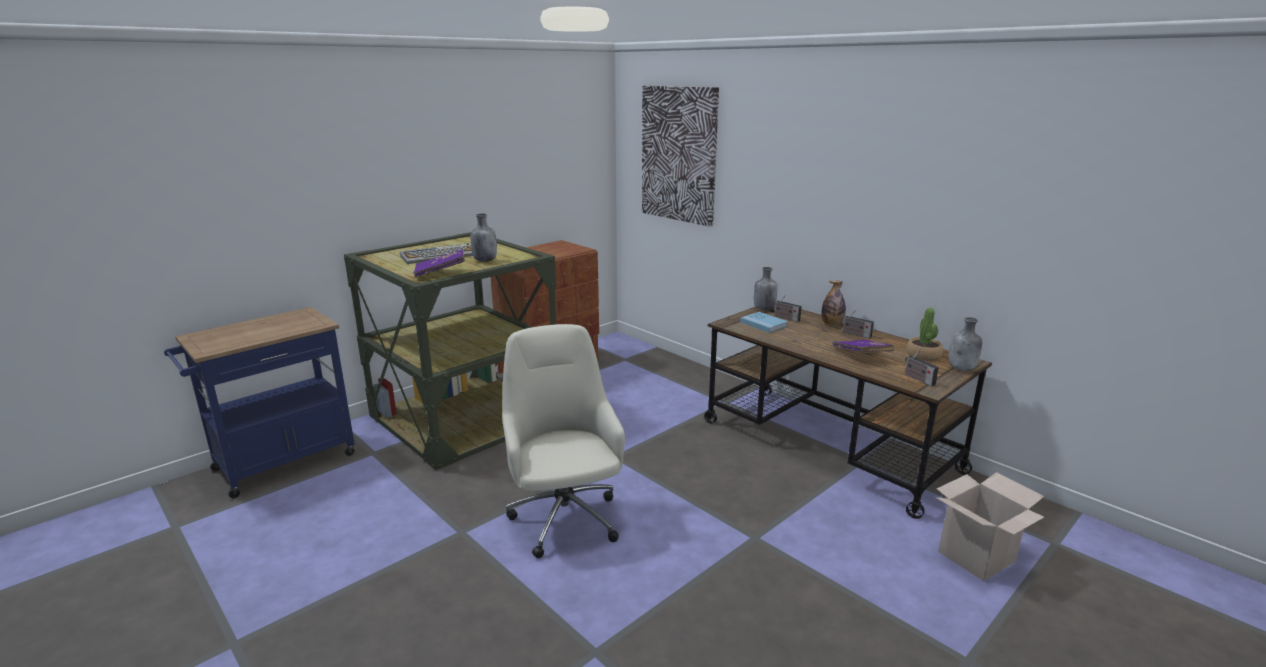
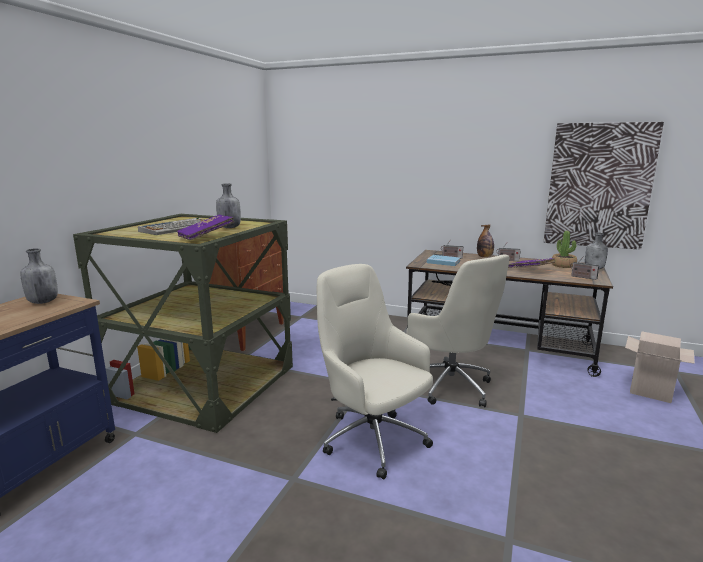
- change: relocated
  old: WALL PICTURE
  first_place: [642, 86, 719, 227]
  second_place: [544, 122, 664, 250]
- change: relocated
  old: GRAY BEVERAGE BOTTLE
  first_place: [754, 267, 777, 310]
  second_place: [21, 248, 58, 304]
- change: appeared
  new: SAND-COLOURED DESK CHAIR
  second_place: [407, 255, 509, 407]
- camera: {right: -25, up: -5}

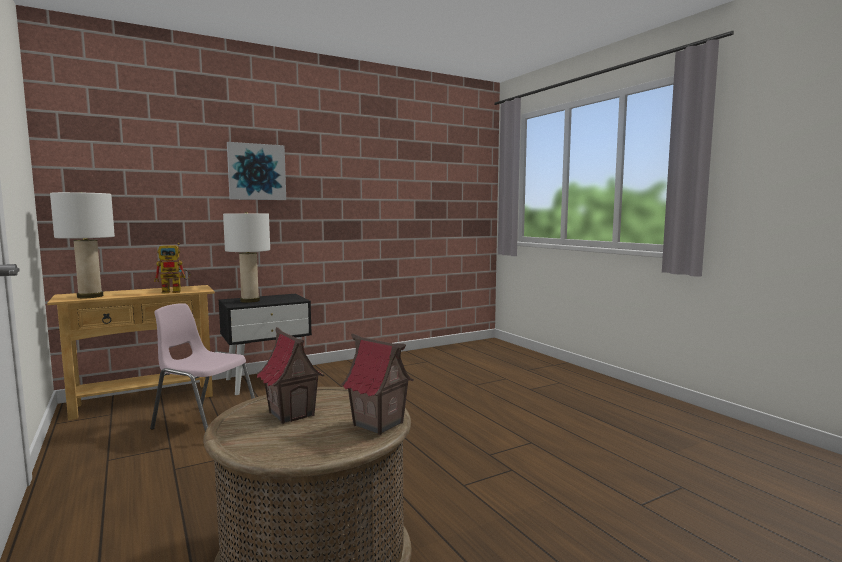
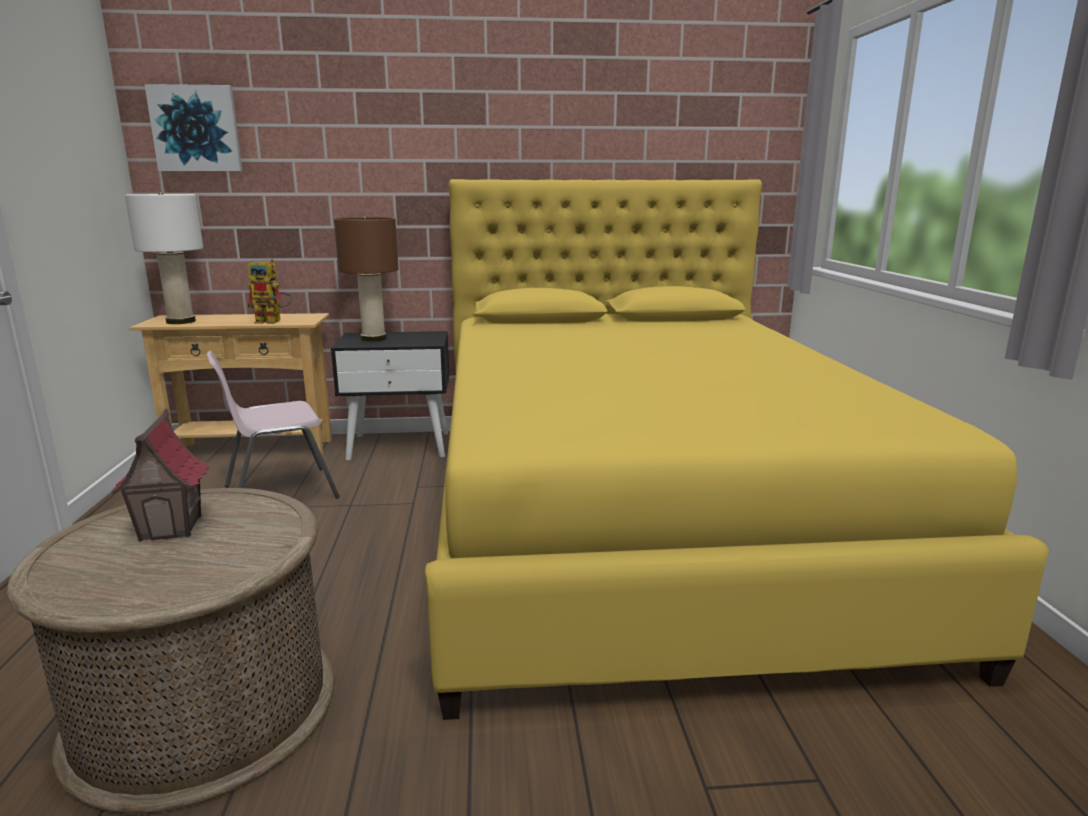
- change: spun
  old: PINK-COLOURED PLAIN CHAIR
  first_place: [150, 304, 255, 431]
  second_place: [207, 351, 340, 498]
  degrees: -75
- change: colour
  old: WHITE TABLETOP LAMP
  new: BROWNISH TABLETOP LAMP
  first_place: [223, 212, 270, 303]
  second_place: [334, 216, 399, 342]
- change: relocated
  old: WALL PICTURE
  first_place: [227, 142, 286, 200]
  second_place: [145, 84, 242, 171]
- change: missing
  old: MINIATURE HOUSE
  first_place: [341, 334, 414, 435]
- change: appeared
  new: YELLOWISH BED
  second_place: [425, 179, 1049, 720]
- camera: {right: 25, up: 10}

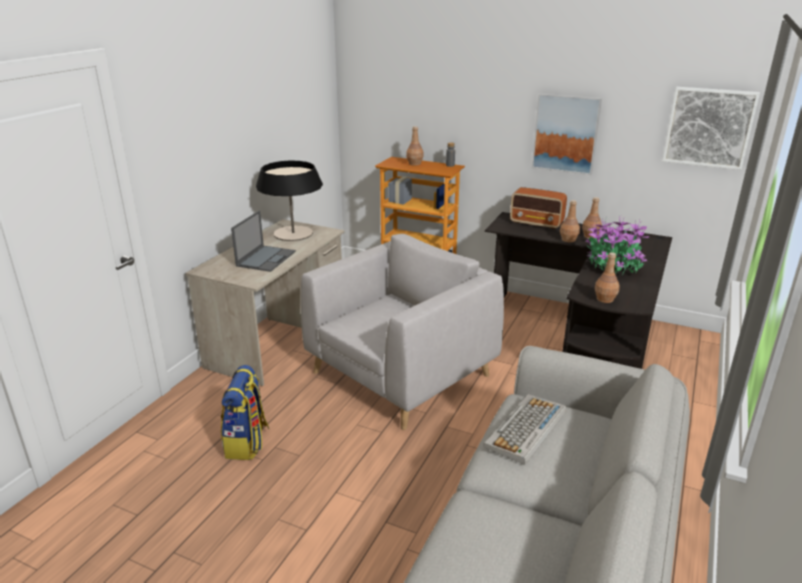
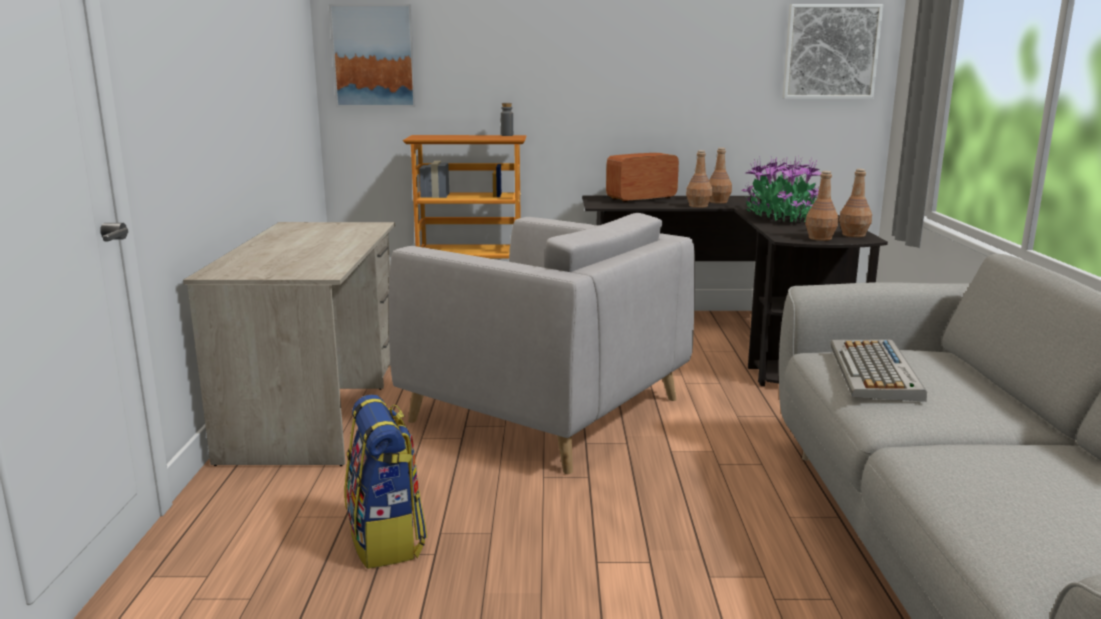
- change: missing
  old: PORTABLE COMPUTER
  first_place: [231, 211, 296, 272]
- change: missing
  old: TABLETOP LAMP
  first_place: [256, 160, 323, 241]
- change: spun
  old: GRAY ARMCHAIR
  first_place: [300, 234, 504, 430]
  second_place: [388, 213, 695, 474]
  degrees: 105
- change: relocated
  old: BROWNISH BEVERAGE BOTTLE
  first_place: [406, 126, 424, 166]
  second_place: [839, 169, 872, 237]
- change: spun
  old: RADIO
  first_place: [510, 187, 567, 229]
  second_place: [606, 153, 679, 203]
  degrees: 150
- change: relocated
  old: WALL PICTURE
  first_place: [532, 94, 602, 175]
  second_place: [329, 4, 416, 107]
- camera: {right: -25, up: -10}

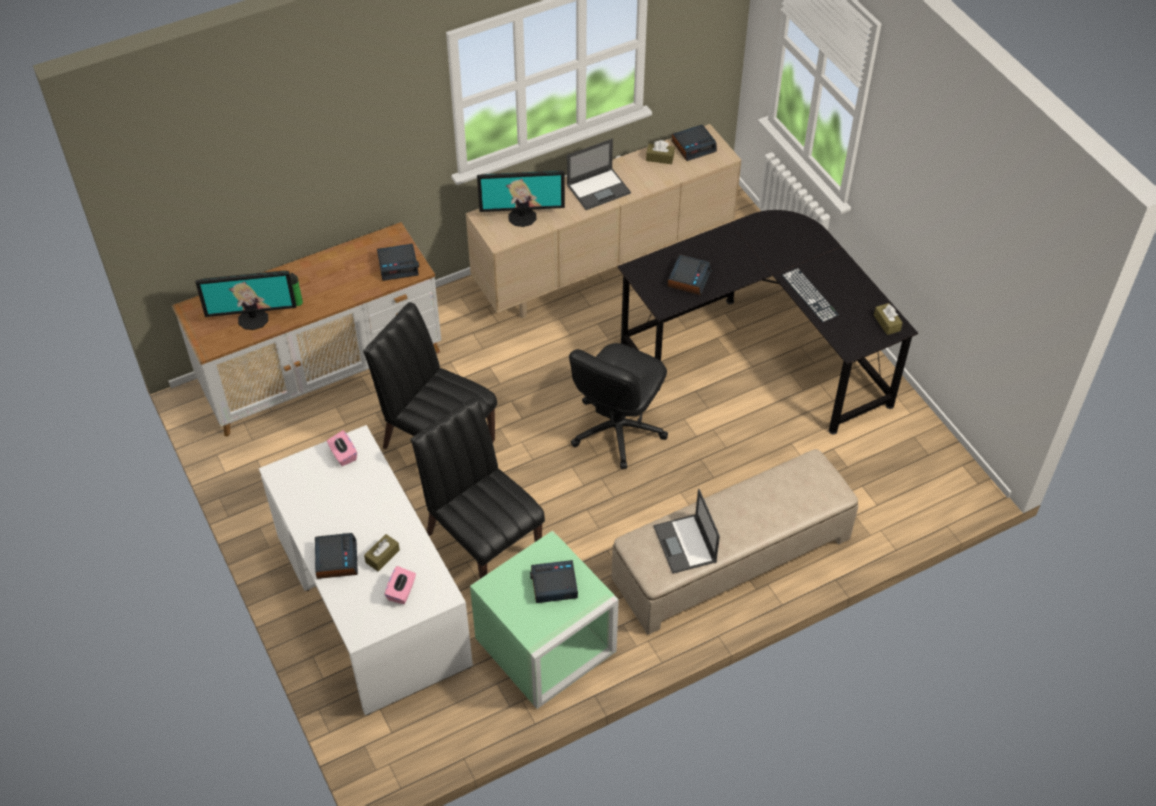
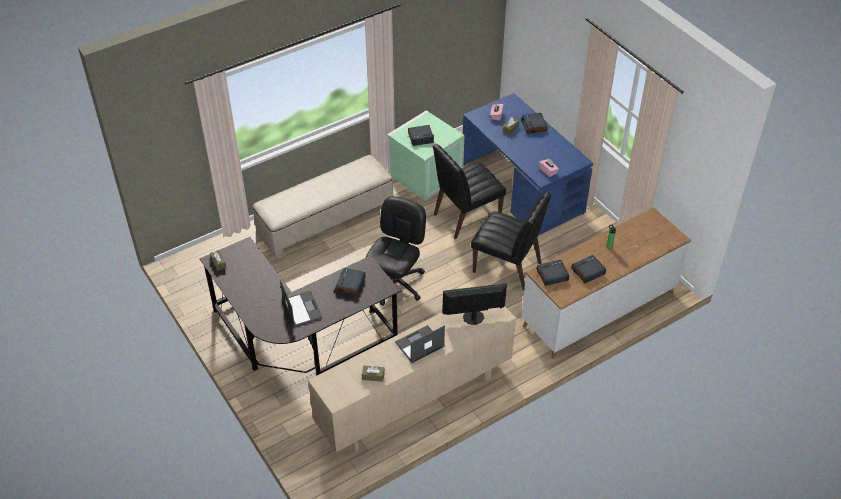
- change: missing
  old: MONITOR
  first_place: [195, 271, 296, 330]
- change: colour
  old: WHITE DESK UNIT
  new: BLUE-COLOURED DESK UNIT
  first_place: [259, 425, 473, 715]
  second_place: [463, 93, 593, 236]
- change: spun
  old: BLACK PLAIN CHAIR
  first_place: [410, 398, 545, 579]
  second_place: [433, 144, 506, 239]
  degrees: 105
- change: relocated
  old: PORTABLE COMPUTER
  first_place: [654, 489, 720, 574]
  second_place: [280, 280, 323, 327]
- change: relocated
  old: ALARM CLOCK
  first_place: [672, 124, 717, 161]
  second_place: [571, 255, 606, 283]
- change: missing
  old: PC KEYBOARD
  first_place: [782, 268, 839, 322]
- camera: {right: 175, up: -5}

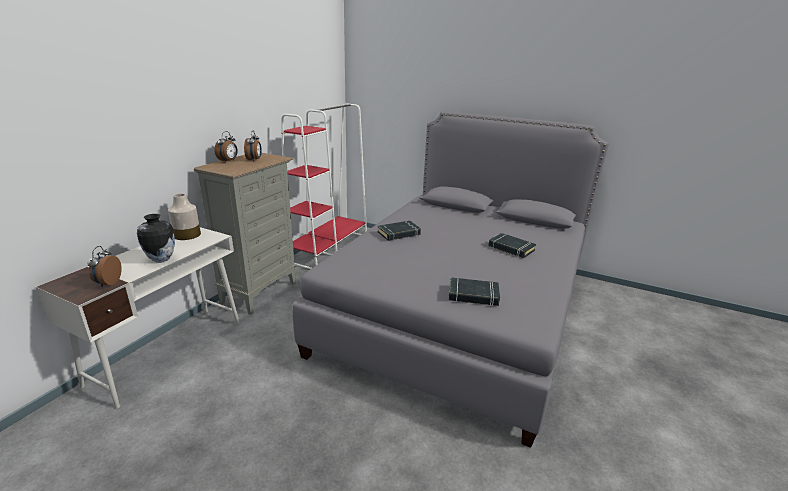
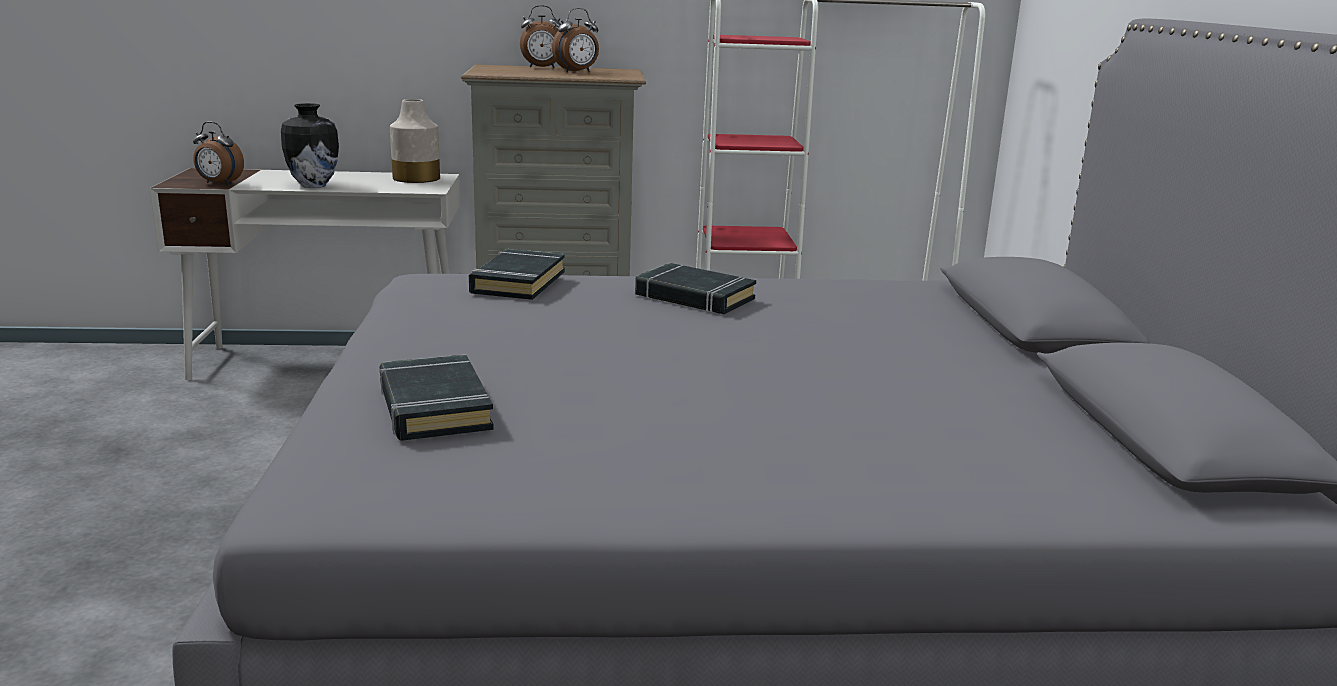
- change: spun
  old: ALARM CLOCK
  first_place: [87, 246, 122, 287]
  second_place: [193, 122, 244, 185]
  degrees: -135
- change: relocated
  old: BLACK BOOK
  first_place: [488, 233, 536, 258]
  second_place: [469, 249, 565, 300]
- camera: {right: 60, up: -5}

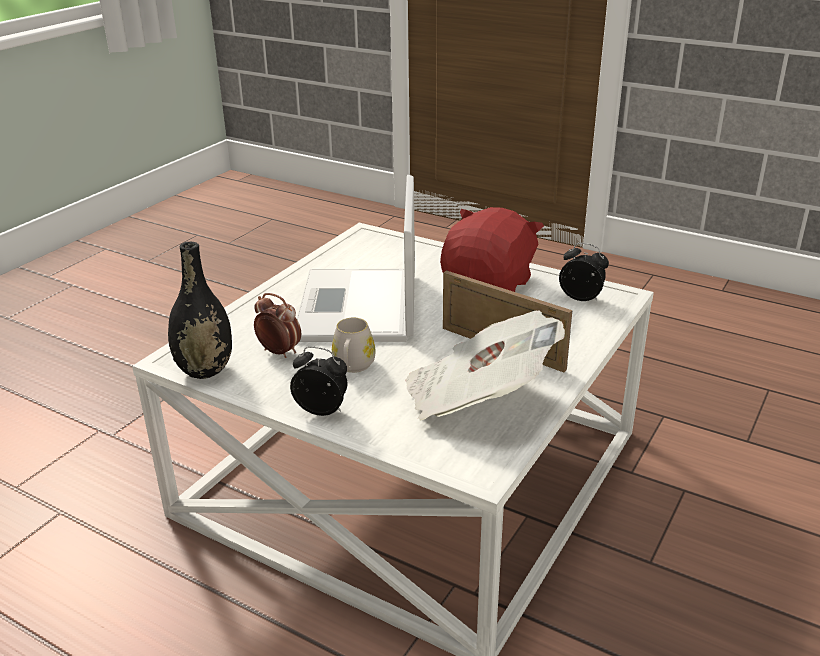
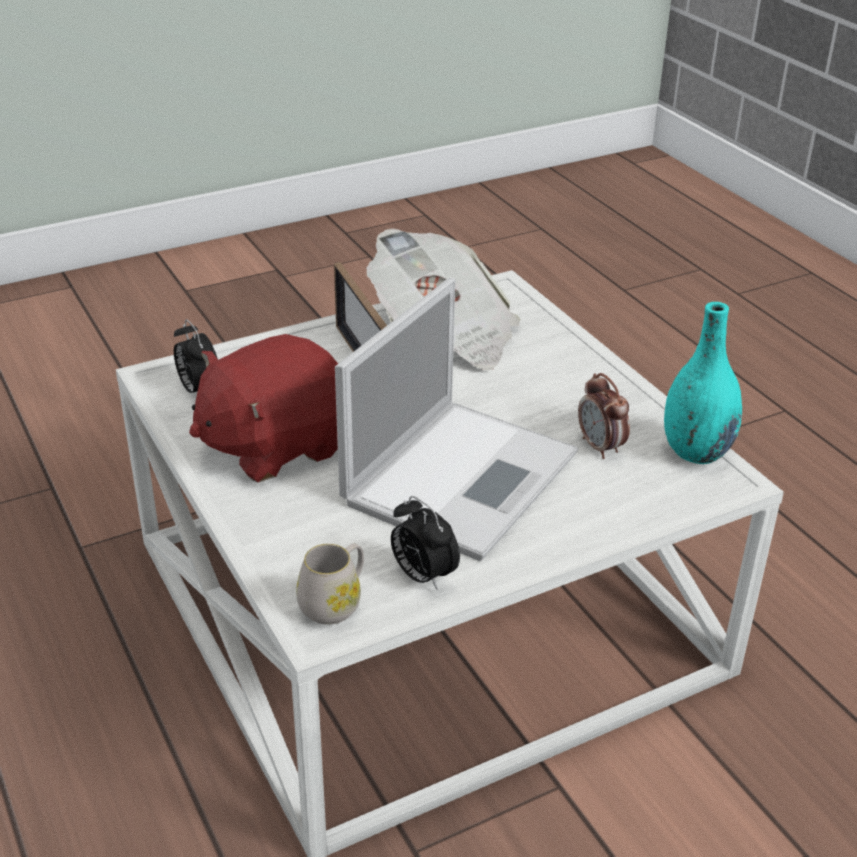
- change: colour
  old: BLACK VASE
  new: TURQUOISE-COLOURED VASE
  first_place: [168, 242, 232, 379]
  second_place: [664, 302, 742, 464]
- change: relocated
  old: ALARM CLOCK
  first_place: [290, 347, 347, 416]
  second_place: [391, 496, 460, 590]
- change: relocated
  old: WHITE MUG
  first_place: [332, 318, 376, 373]
  second_place: [296, 544, 364, 625]
- camera: {right: -150, up: 5}

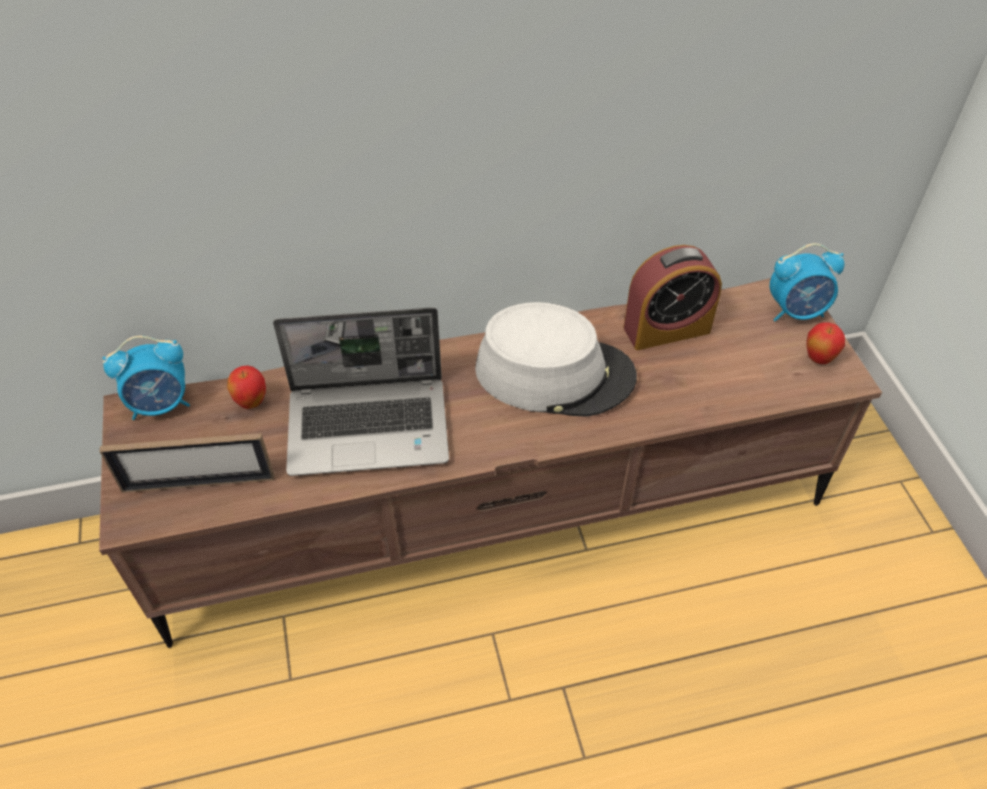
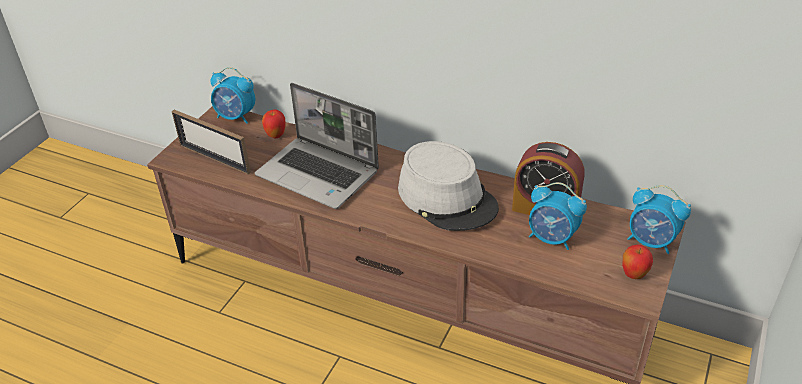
- change: appeared
  new: ALARM CLOCK
  second_place: [529, 182, 587, 250]
- camera: {right: 40, up: -10}

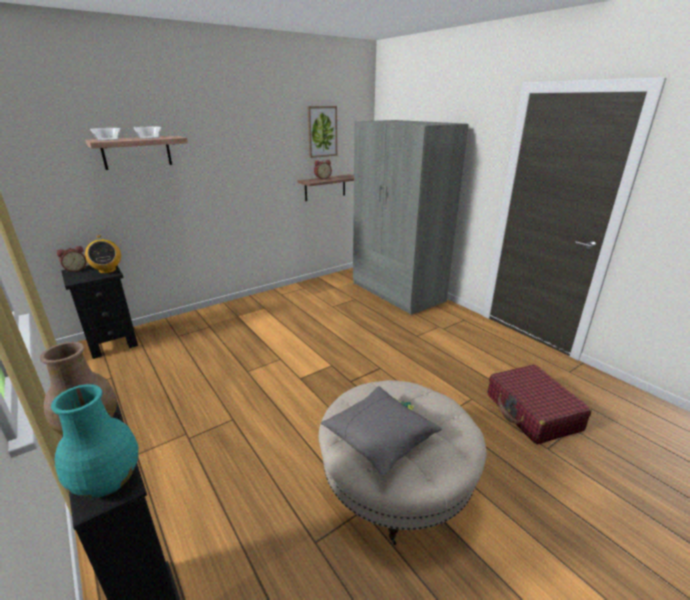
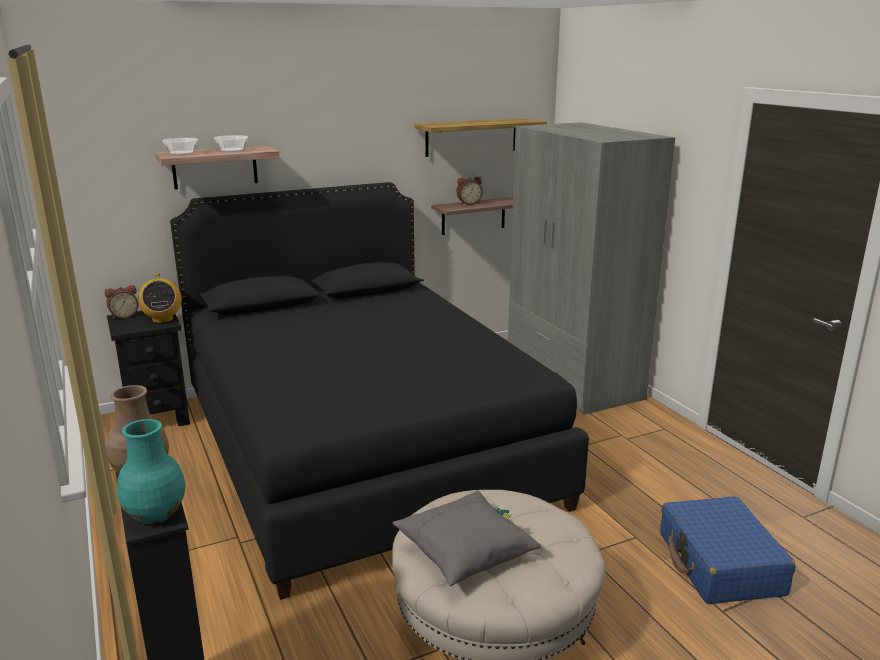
- change: exchanged
  old: WALL PICTURE
  new: SHELF
  first_place: [307, 106, 337, 158]
  second_place: [414, 118, 547, 157]
- change: colour
  old: REDDISH PIECE OF LUGGAGE
  new: BLUE-COLOURED PIECE OF LUGGAGE
  first_place: [488, 365, 592, 444]
  second_place: [660, 497, 795, 604]
- change: appeared
  new: BLACK BED
  second_place: [170, 182, 589, 600]
- camera: {right: 10, up: -5}

